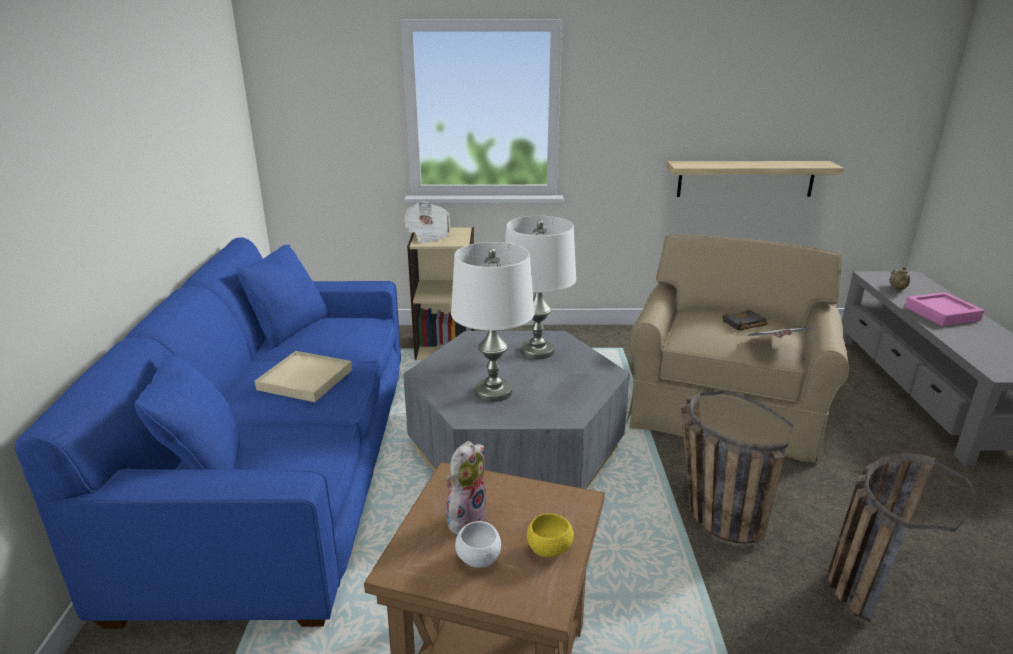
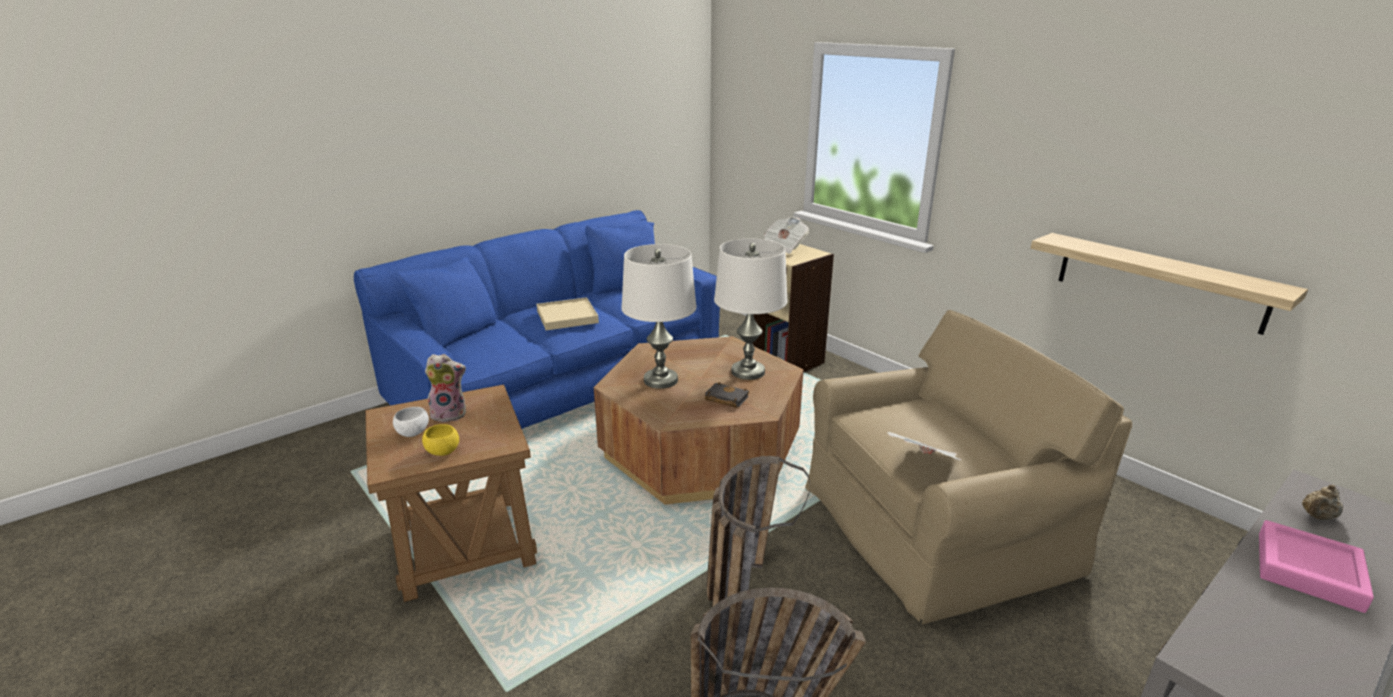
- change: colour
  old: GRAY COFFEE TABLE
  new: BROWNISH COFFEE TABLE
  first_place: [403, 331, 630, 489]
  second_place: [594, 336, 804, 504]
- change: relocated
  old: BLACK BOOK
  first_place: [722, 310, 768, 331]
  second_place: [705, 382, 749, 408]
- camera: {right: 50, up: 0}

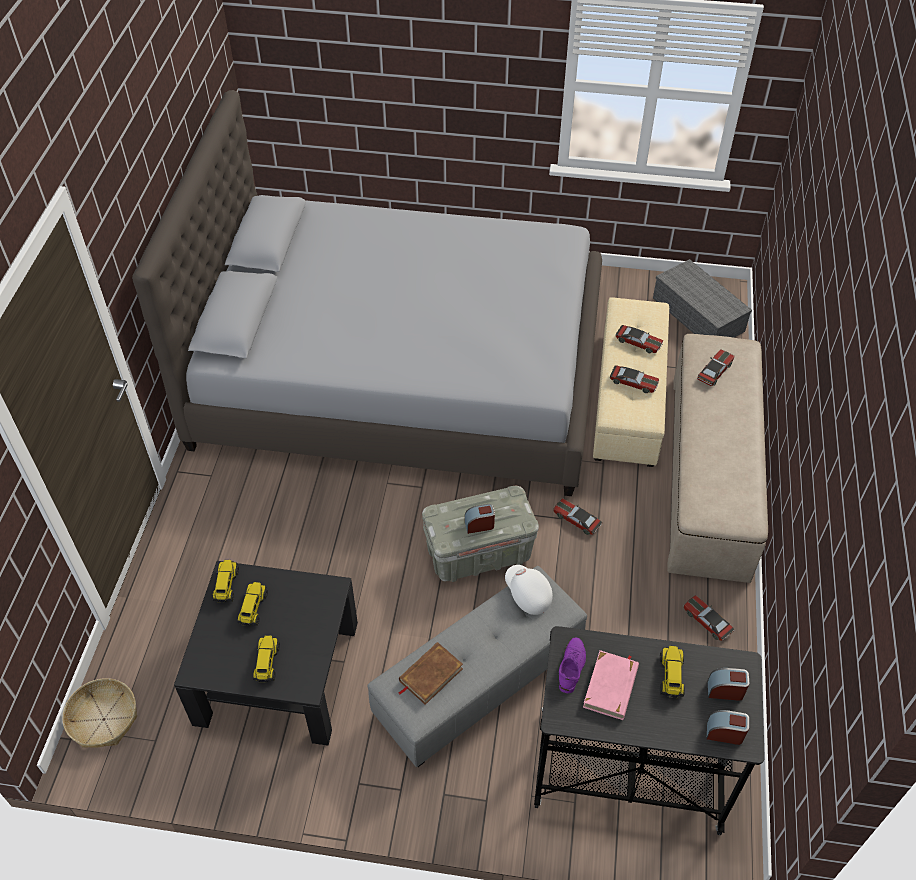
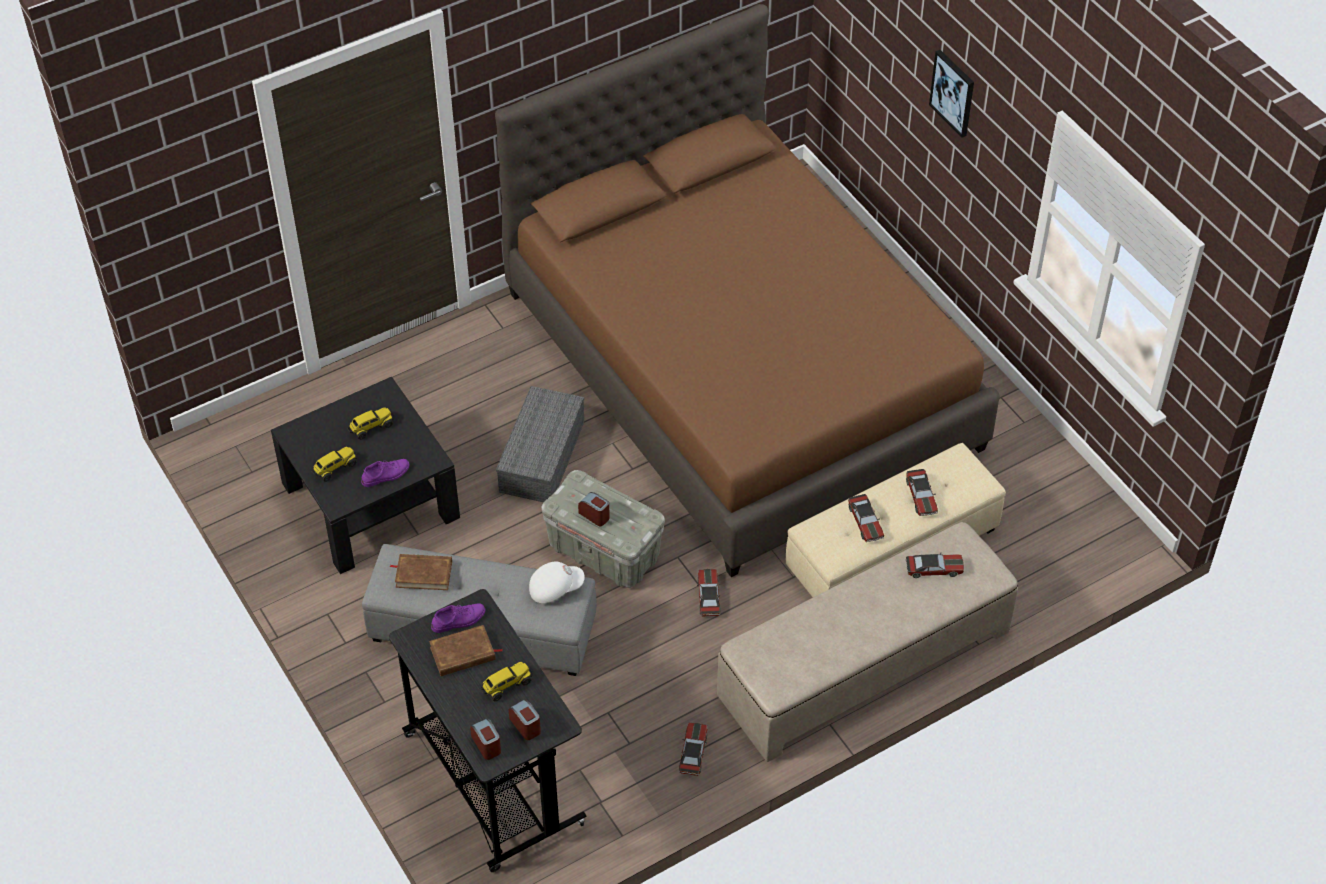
- change: missing
  old: STORAGE BASKET
  first_place: [62, 678, 137, 748]
- change: colour
  old: GRAY BED
  new: BROWNISH BED
  first_place: [132, 90, 602, 496]
  second_place: [495, 4, 1000, 577]
- change: missing
  old: MODEL TRUCK
  first_place: [212, 560, 239, 602]
- change: spun
  old: WHITE BASEBALL CAP
  first_place: [505, 565, 553, 615]
  second_place: [529, 562, 585, 603]
  degrees: 60
- change: colour
  old: PINK-COLOURED BOOK
  new: BROWNISH BOOK
  first_place: [583, 650, 639, 720]
  second_place: [429, 625, 502, 676]
- change: relocated
  old: GRAY STORAGE BOX
  first_place: [653, 259, 752, 338]
  second_place: [496, 386, 584, 502]
- change: appeared
  new: PURPLE SHOE
  second_place: [361, 459, 409, 487]
- change: appeared
  new: WALL PICTURE
  second_place: [929, 50, 974, 138]
- camera: {right: 50, up: 0}

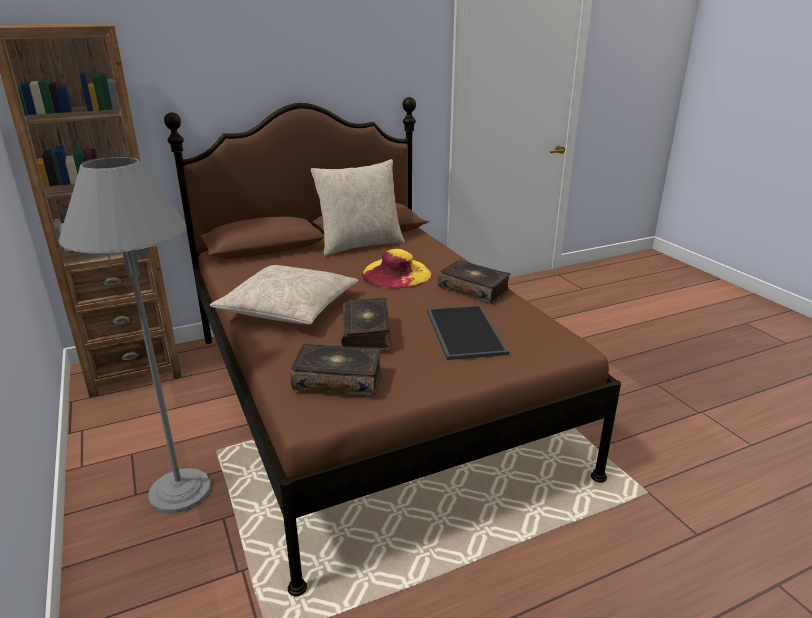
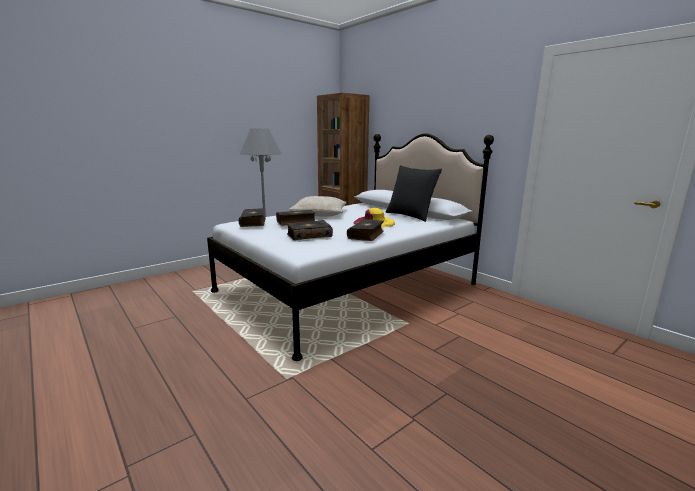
- change: colour
  old: BROWNISH BED
  new: WHITE BED
  first_place: [164, 97, 621, 596]
  second_place: [207, 133, 494, 361]
- change: colour
  old: SAND-COLOURED THROW PILLOW
  new: BLACK THROW PILLOW
  first_place: [311, 159, 405, 256]
  second_place: [386, 165, 442, 222]
- change: exchanged
  old: SERVING TRAY
  new: BOOK
  first_place: [427, 305, 509, 360]
  second_place: [286, 220, 333, 240]
- camera: {right: 75, up: -10}

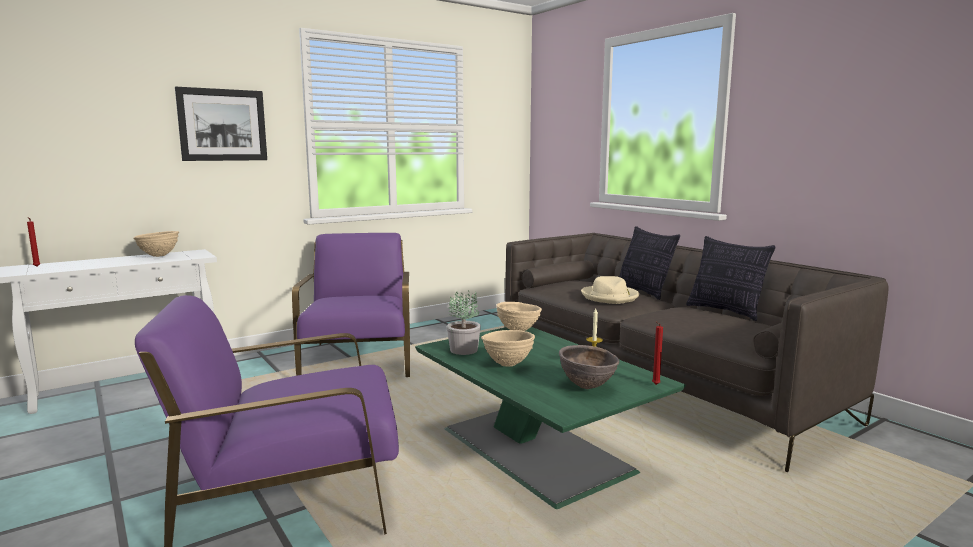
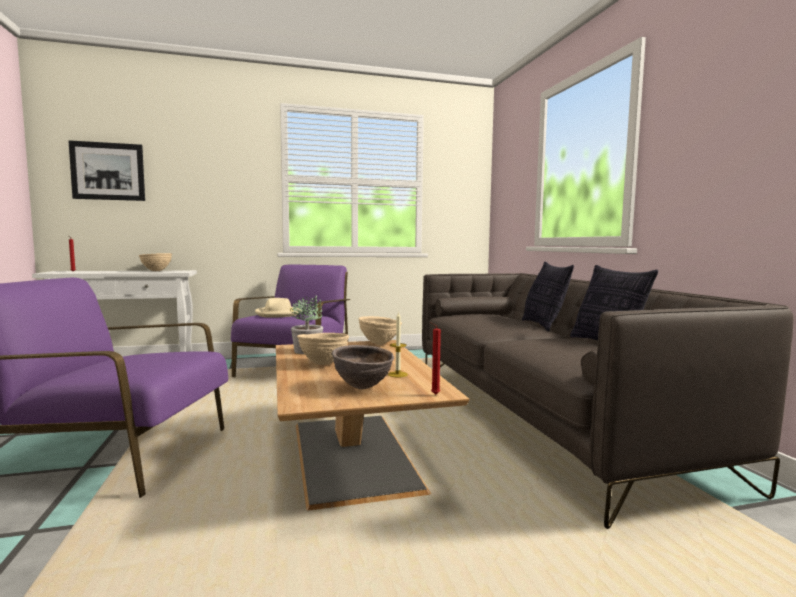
- change: relocated
  old: WALL PICTURE
  first_place: [175, 87, 267, 161]
  second_place: [69, 140, 145, 201]
- change: colour
  old: GREEN COFFEE TABLE
  new: BROWNISH COFFEE TABLE
  first_place: [415, 327, 686, 509]
  second_place: [276, 340, 469, 510]
- change: relocated
  old: SAND-COLOURED CLOTHING HAT
  first_place: [581, 276, 639, 304]
  second_place: [255, 298, 301, 317]
- camera: {right: 20, up: -5}

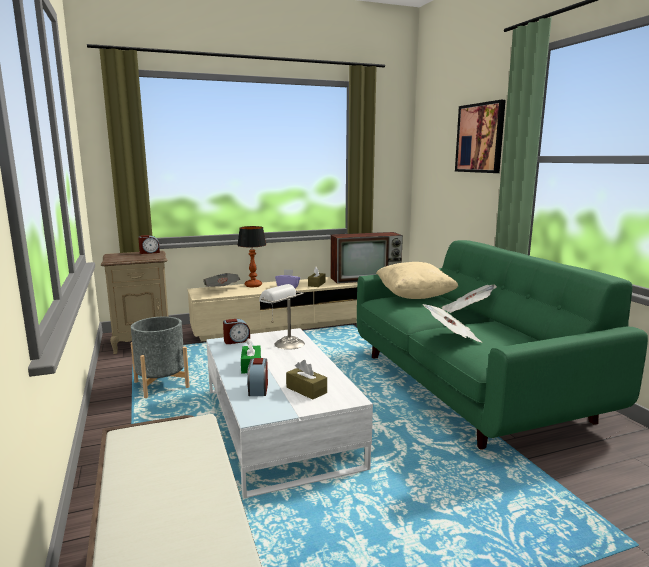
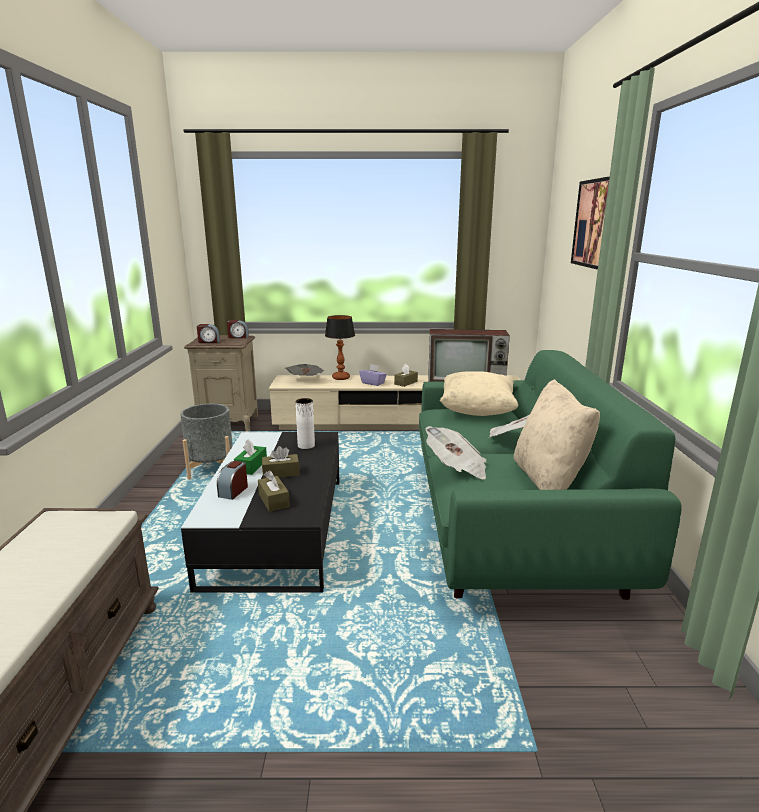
- change: colour
  old: WHITE COFFEE TABLE
  new: BLACK COFFEE TABLE
  first_place: [206, 328, 373, 498]
  second_place: [181, 432, 340, 593]
- change: relocated
  old: ALARM CLOCK
  first_place: [223, 319, 250, 344]
  second_place: [197, 324, 220, 343]
- change: exchanged
  old: WHITE TABLETOP LAMP
  new: WHITE VASE
  first_place: [259, 284, 305, 350]
  second_place: [295, 398, 315, 449]
- change: appeared
  new: BROWNISH TISSUE BOX
  second_place: [262, 446, 299, 479]
- change: appeared
  new: SAND-COLOURED THROW PILLOW
  second_place: [514, 379, 600, 490]
- camera: {right: 20, up: 5}

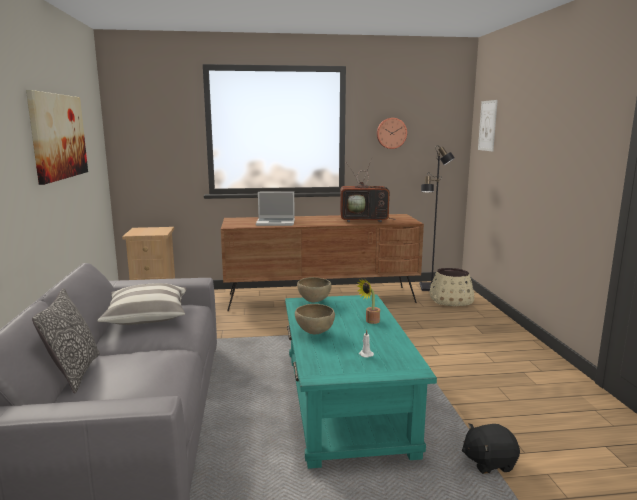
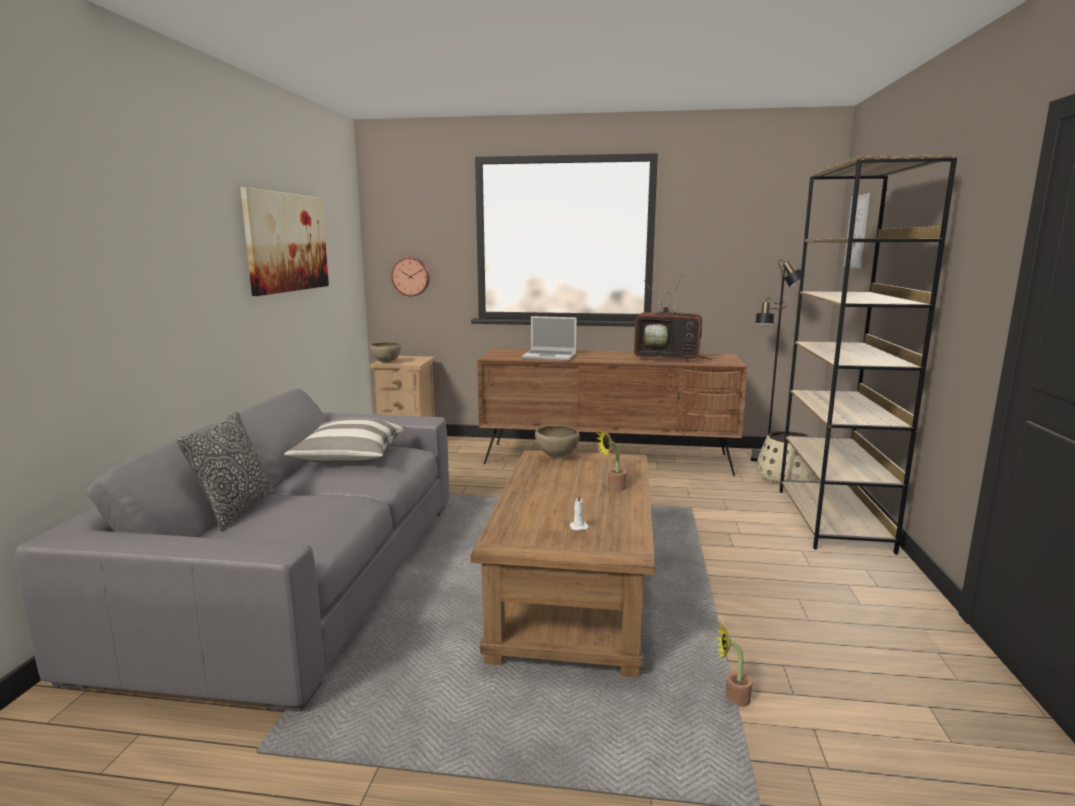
- change: colour
  old: TURQUOISE-COLOURED COFFEE TABLE
  new: BROWNISH COFFEE TABLE
  first_place: [285, 294, 437, 469]
  second_place: [471, 450, 655, 678]
- change: relocated
  old: BROWNISH BOWL
  first_place: [295, 304, 335, 334]
  second_place: [370, 342, 401, 363]
- change: relocated
  old: WALL CLOCK
  first_place: [377, 118, 407, 149]
  second_place: [391, 257, 430, 296]
- change: exchanged
  old: BLACK PLUSH TOY
  new: HOUSEPLANT
  first_place: [462, 423, 520, 474]
  second_place: [716, 621, 752, 707]
- change: appeared
  new: BROWNISH SHELVING UNIT
  second_place: [779, 155, 957, 555]
- camera: {right: 15, up: 0}

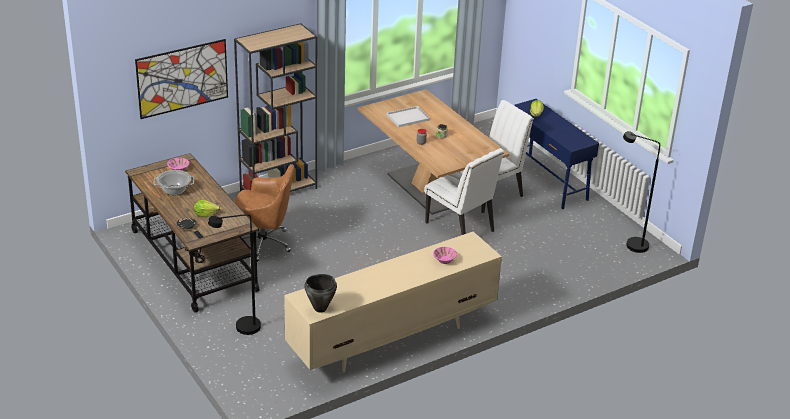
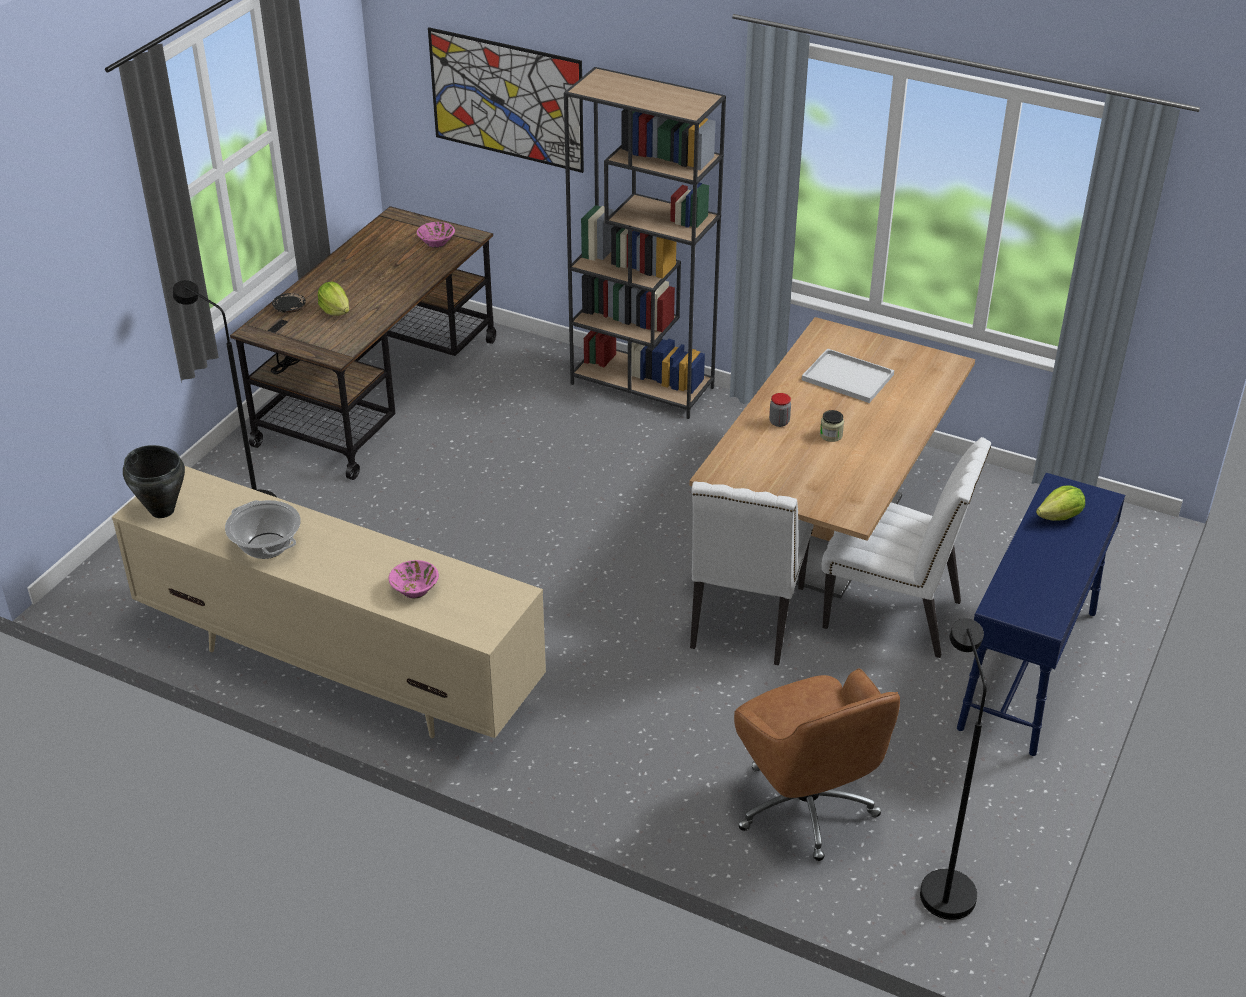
- change: relocated
  old: COOKING POT
  first_place: [154, 170, 194, 195]
  second_place: [225, 500, 301, 559]
- change: relocated
  old: BROWNISH DESK CHAIR
  first_place: [235, 164, 295, 262]
  second_place: [734, 668, 900, 861]
- camera: {right: 60, up: 5}

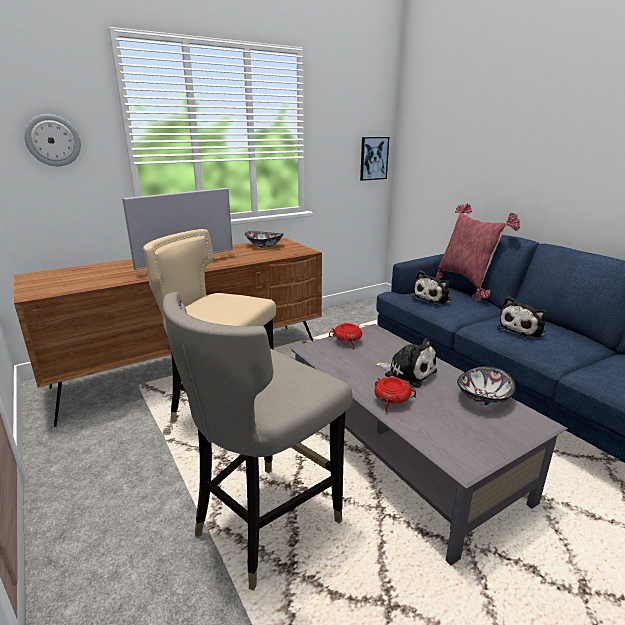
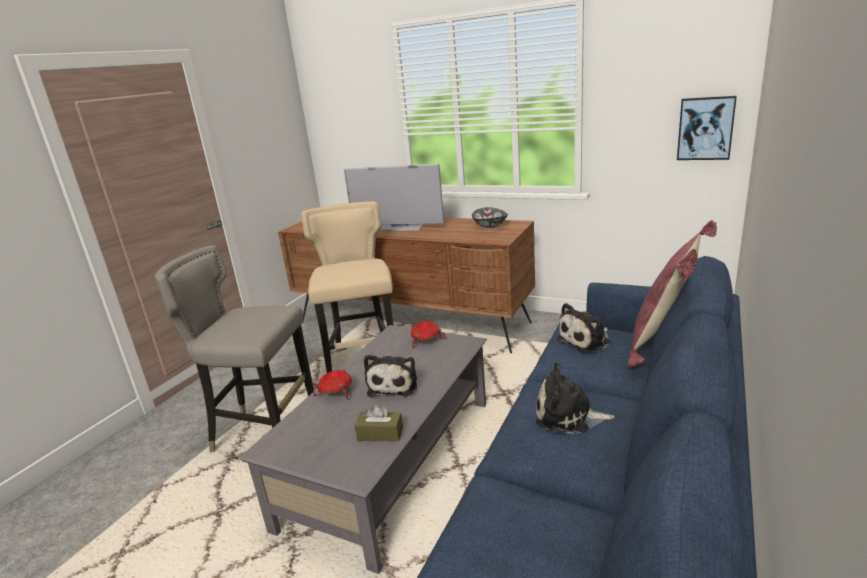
- change: missing
  old: WALL CLOCK
  first_place: [24, 114, 81, 166]
- change: spun
  old: PLUSH TOY
  first_place: [412, 271, 451, 305]
  second_place: [556, 303, 611, 353]
  degrees: -45
- change: exchanged
  old: BOWL
  new: BROWNISH TISSUE BOX
  first_place: [457, 366, 516, 405]
  second_place: [355, 405, 403, 441]
- camera: {right: 60, up: 0}

